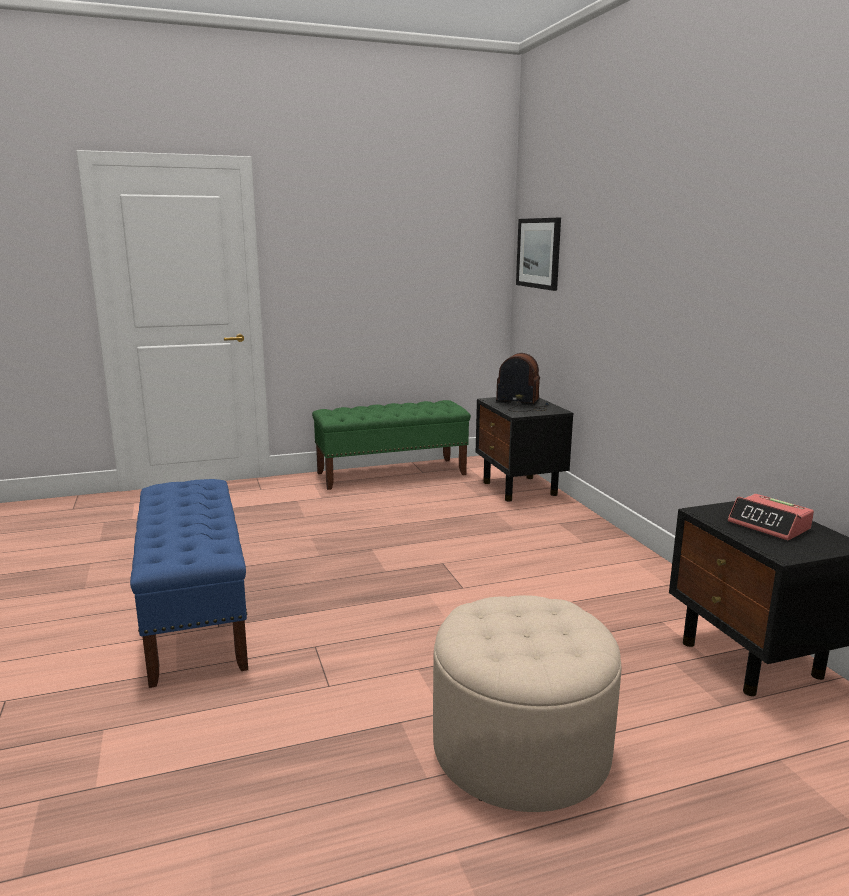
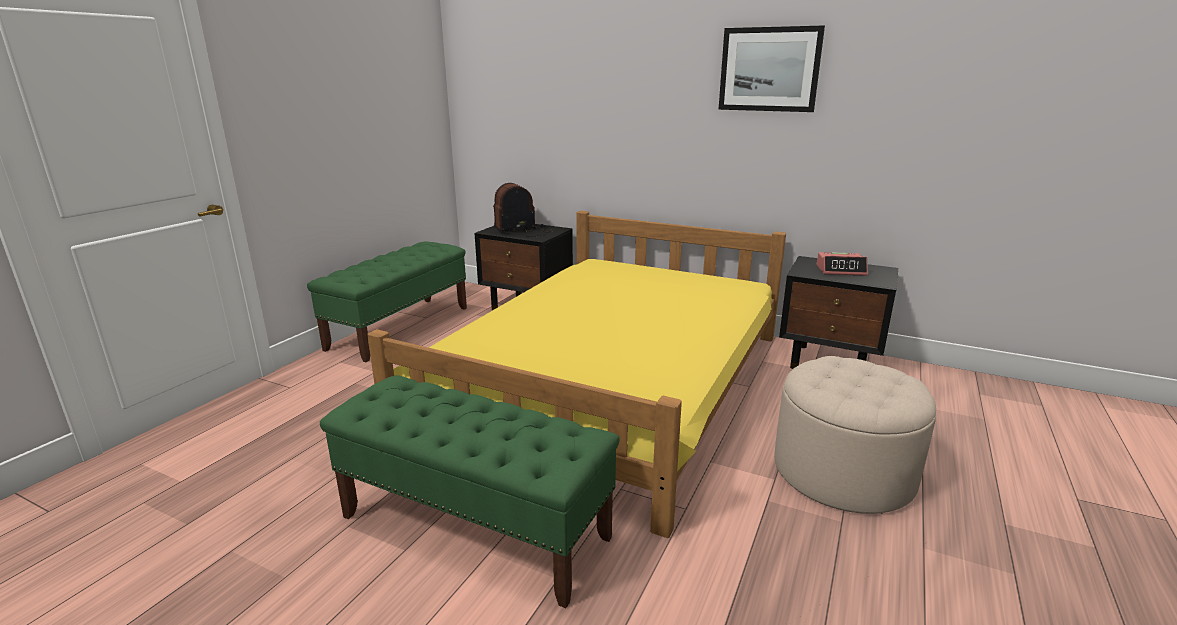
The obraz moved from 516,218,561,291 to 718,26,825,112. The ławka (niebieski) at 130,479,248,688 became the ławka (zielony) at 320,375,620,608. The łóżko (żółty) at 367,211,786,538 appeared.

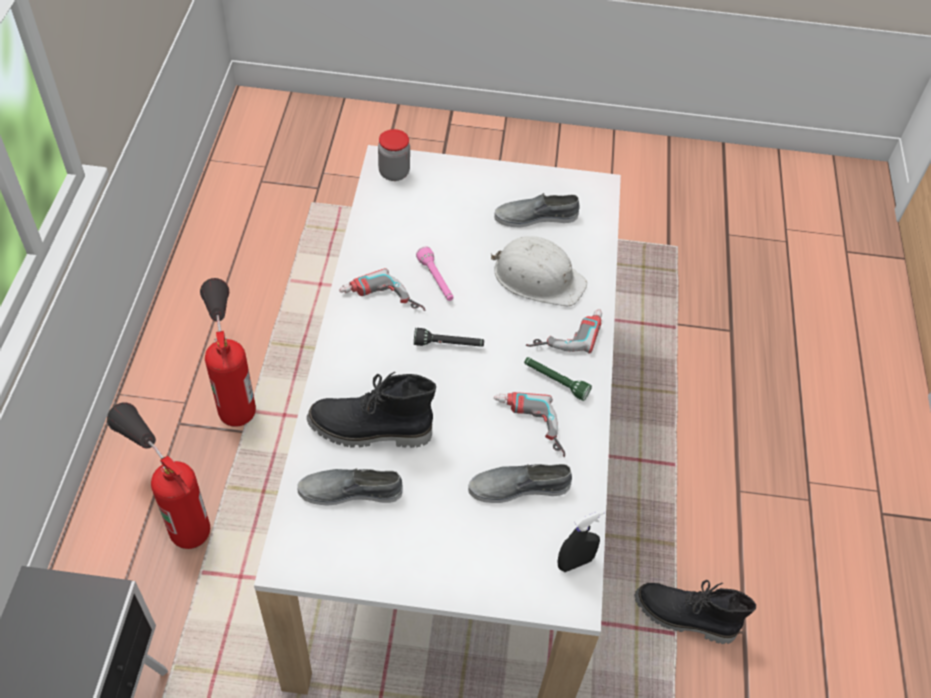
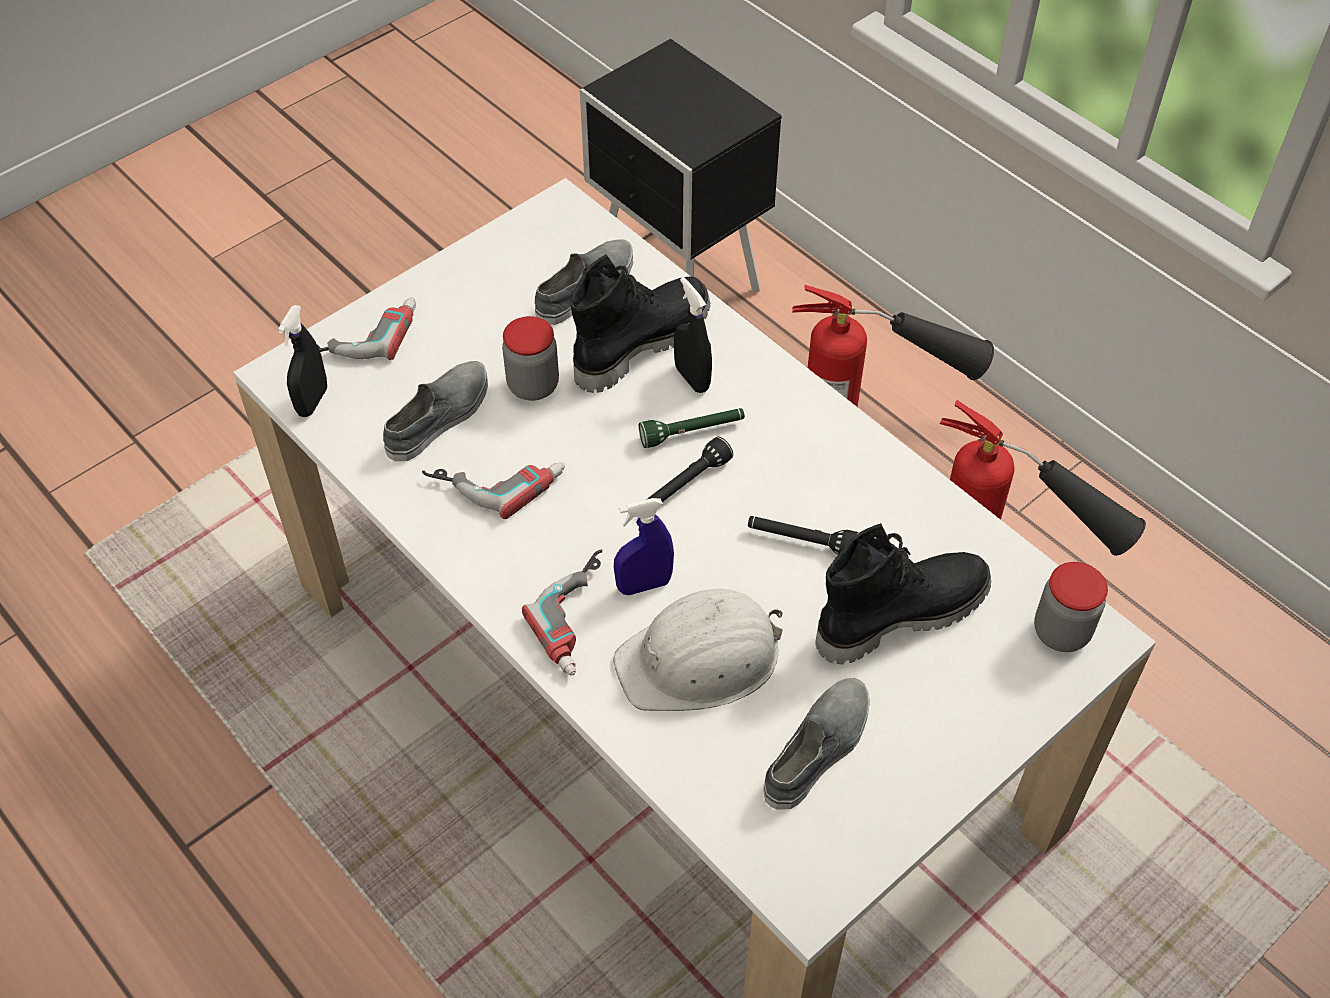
The latarka (różowy) at 416,246,453,301 became the latarka (czarny) at 748,516,858,555. The wiertarka moved from 339,268,426,311 to 317,297,416,360. The latarka (zielony) moved from 524,357,592,401 to 639,408,745,448. The but z cholewką (czarny) moved from 635,580,756,644 to 815,523,991,664. The spryskiwacz (czarny) at 674,277,712,393 appeared. The słoik at 502,316,559,401 appeared. The spryskiwacz (niebieski) at 614,498,674,595 appeared.

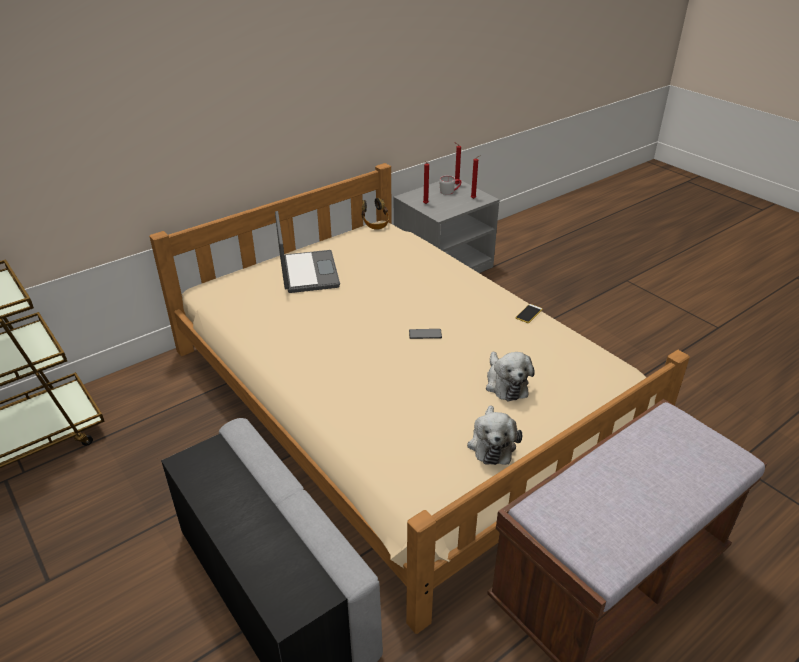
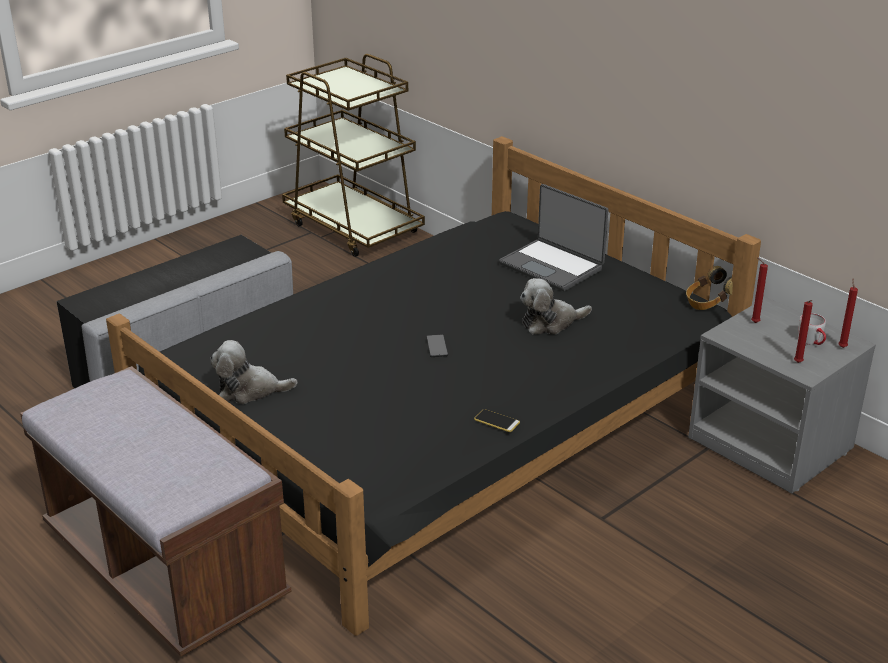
The łóżko (beżowy) at 149,163,690,634 became the łóżko (czarny) at 106,136,761,636. The laptop at 275,211,340,293 turned 60 degrees clockwise. The pluszak moved from 486,352,535,401 to 520,278,592,334.

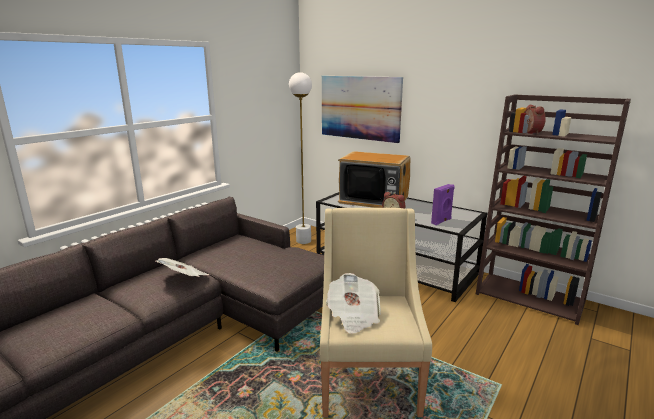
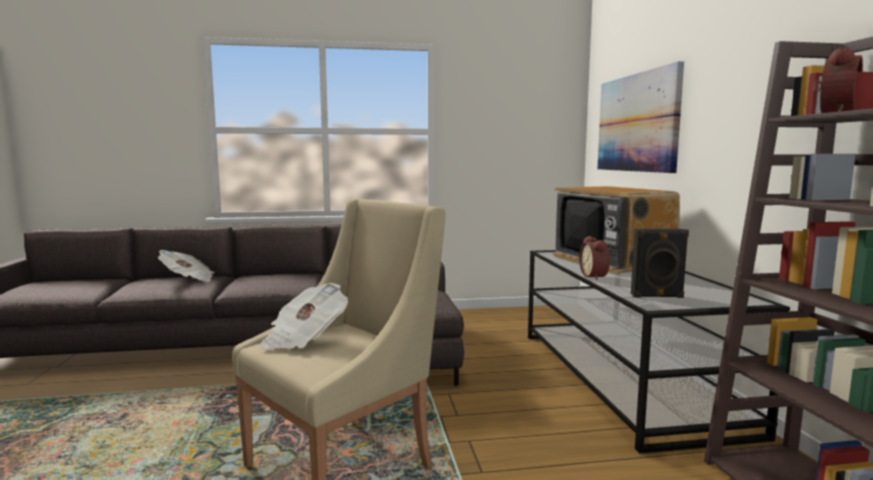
The lampa stojąca (biały) at 289,72,312,244 disappeared. The głośnik (fioletowy) at 431,184,455,225 became the głośnik (czarny) at 631,229,689,298. The gazeta moved from 156,258,209,277 to 158,250,214,282.

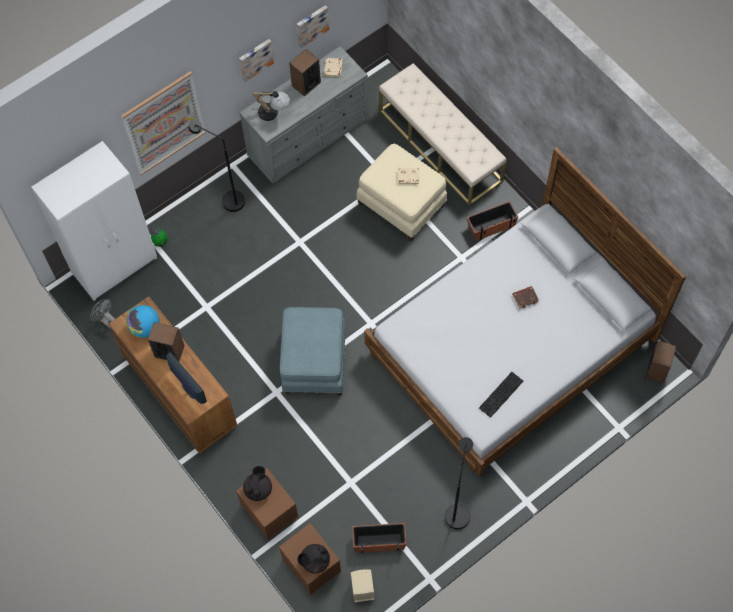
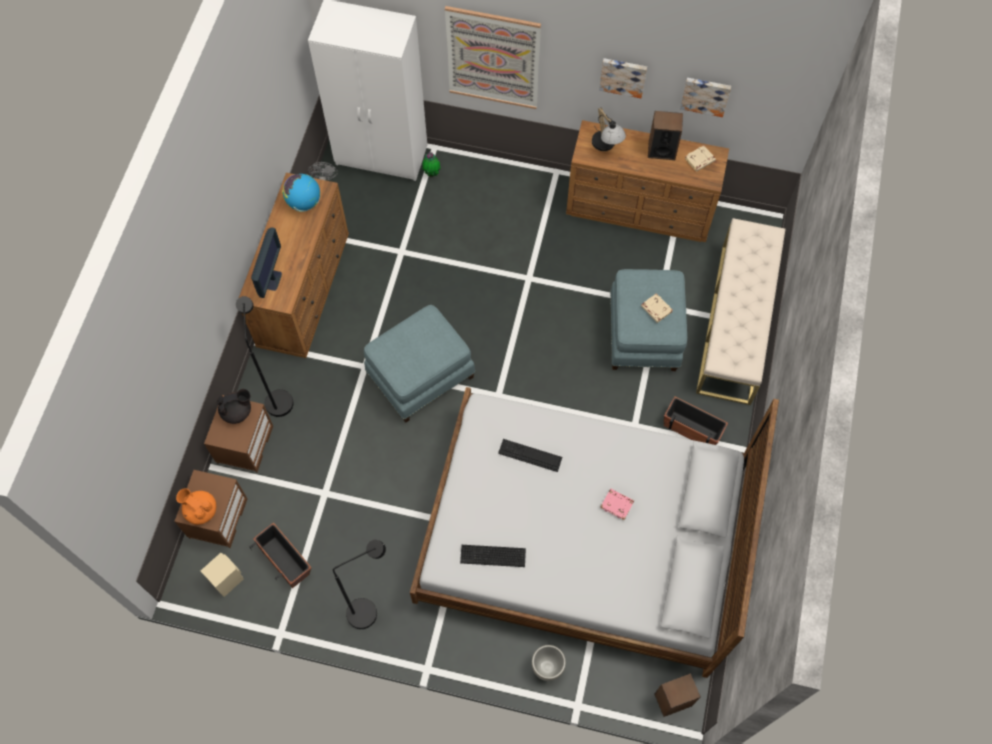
The komoda (szary) at 240,46,369,184 became the komoda (brązowy) at 566,120,729,242. The lampa stojąca (czarny) moved from 188,120,245,212 to 236,296,293,417. The pufa (beżowy) at 356,144,447,241 became the pufa (niebieski) at 610,269,687,371. The książka (brązowy) at 512,286,539,309 became the książka (różowy) at 600,489,634,520. The głośnik at 148,322,185,361 disappeared. The imbryk (czarny) at 297,544,330,574 became the imbryk (pomarańczowy) at 176,488,216,525. The klawiatura at 498,439,562,472 appeared. The donica (szary) at 532,645,566,681 appeared.

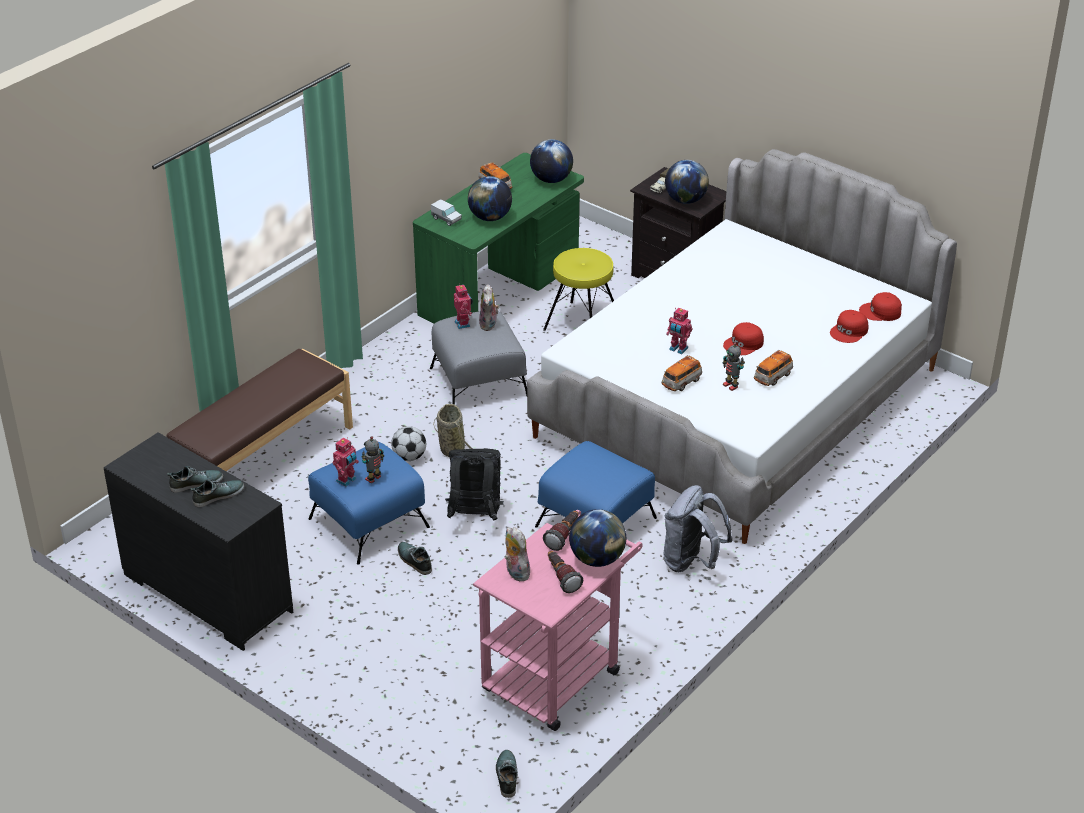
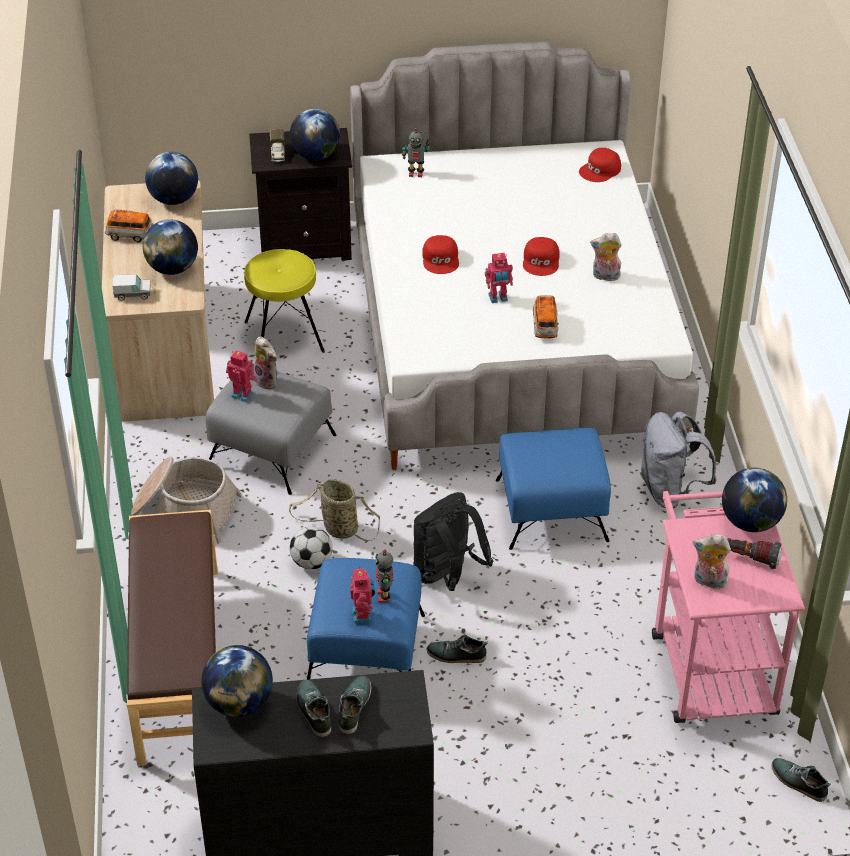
The biurko (zielony) at 413,153,584,324 became the biurko (beżowy) at 102,181,214,422. The czapka z daszkiem (czerwony) moved from 830,310,868,343 to 422,235,459,274. The robot zabawkowy moved from 722,342,745,391 to 402,128,430,177. The samochodzik at 754,350,793,386 was replaced by the pluszak at 590,233,621,281. The but at 167,466,223,493 turned 45 degrees counterclockwise. The latarka at 543,511,579,551 disappeared. The koszyk at 131,456,242,544 appeared. The globus at 201,645,273,717 appeared.

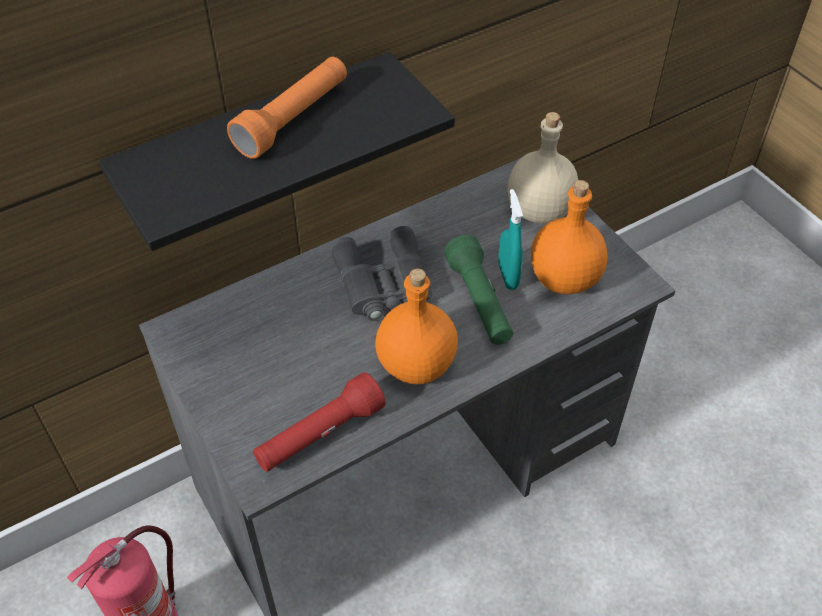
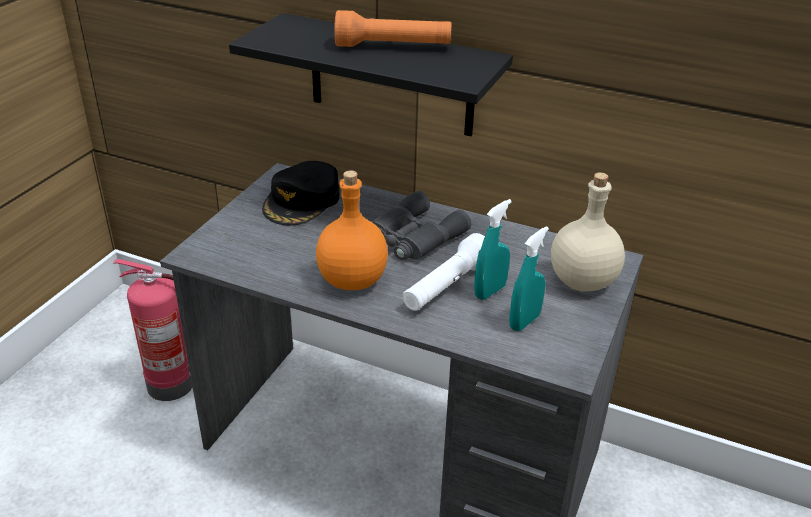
The butelka (pomarańczowy) at 531,180,608,294 was replaced by the spryskiwacz (turkusowy) at 509,226,549,331. The latarka (zielony) at 444,235,513,345 became the latarka (biały) at 403,233,485,311. The latarka (czerwony) at 253,372,385,472 disappeared. The czapka z daszkiem (czarny) at 262,161,340,225 appeared.

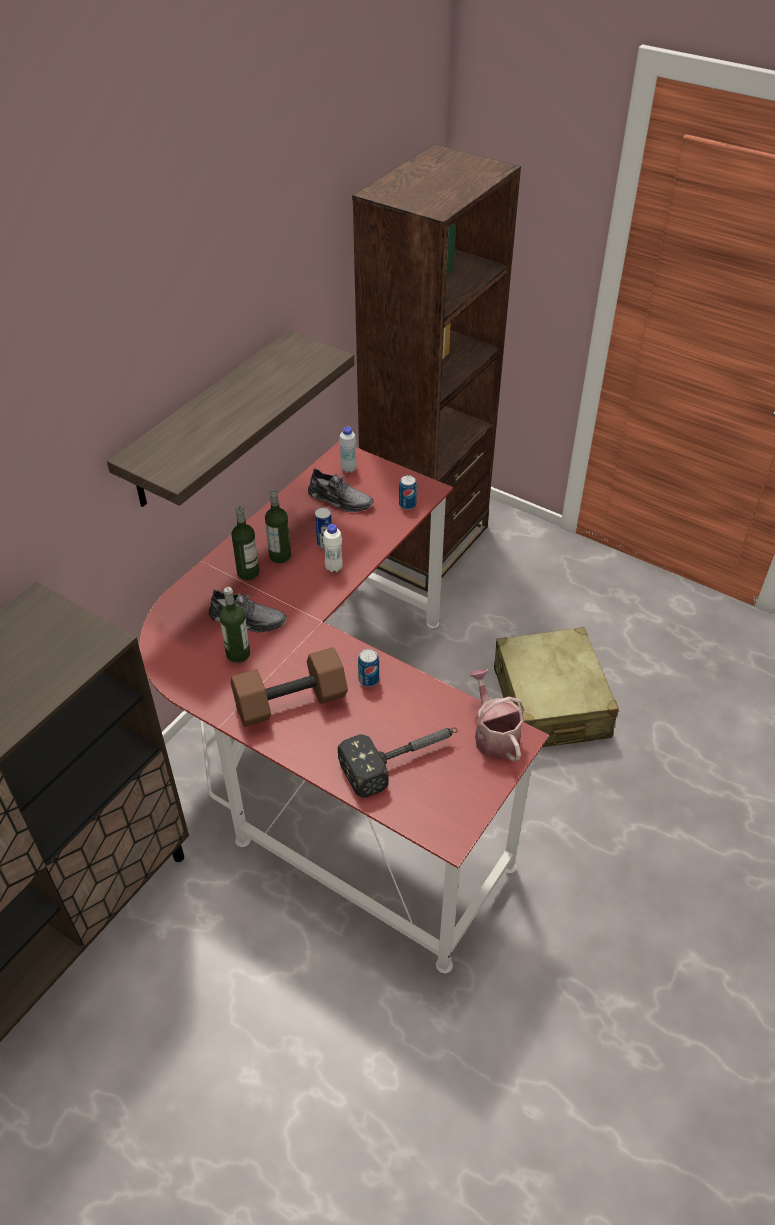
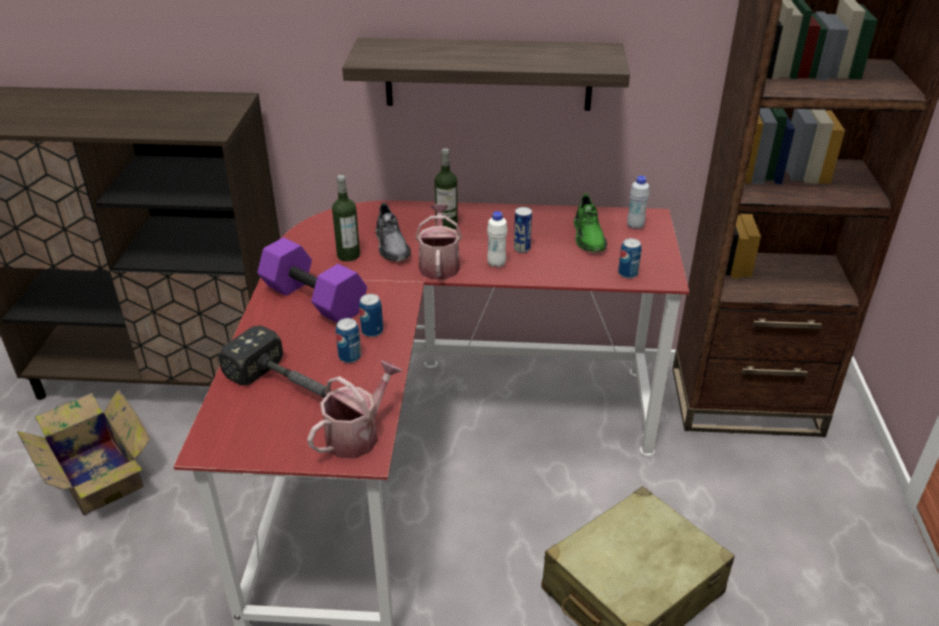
The but (szary) at 308,468,374,512 became the but (zielony) at 574,194,607,252. The butelka at 265,489,291,563 disappeared. The hantel (brązowy) at 231,647,348,727 became the hantel (fioletowy) at 257,238,367,323. The konewka at 415,204,462,280 appeared. The puszka at 336,318,361,363 appeared. The karton at 16,389,151,515 appeared.

